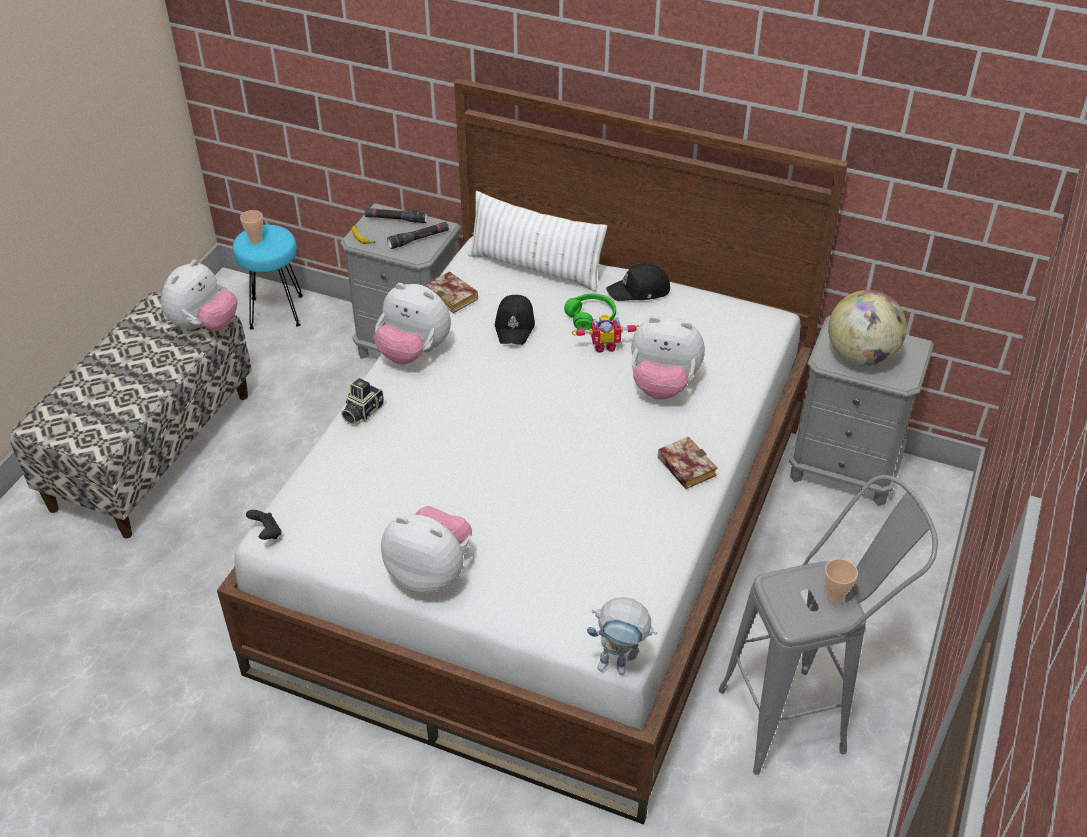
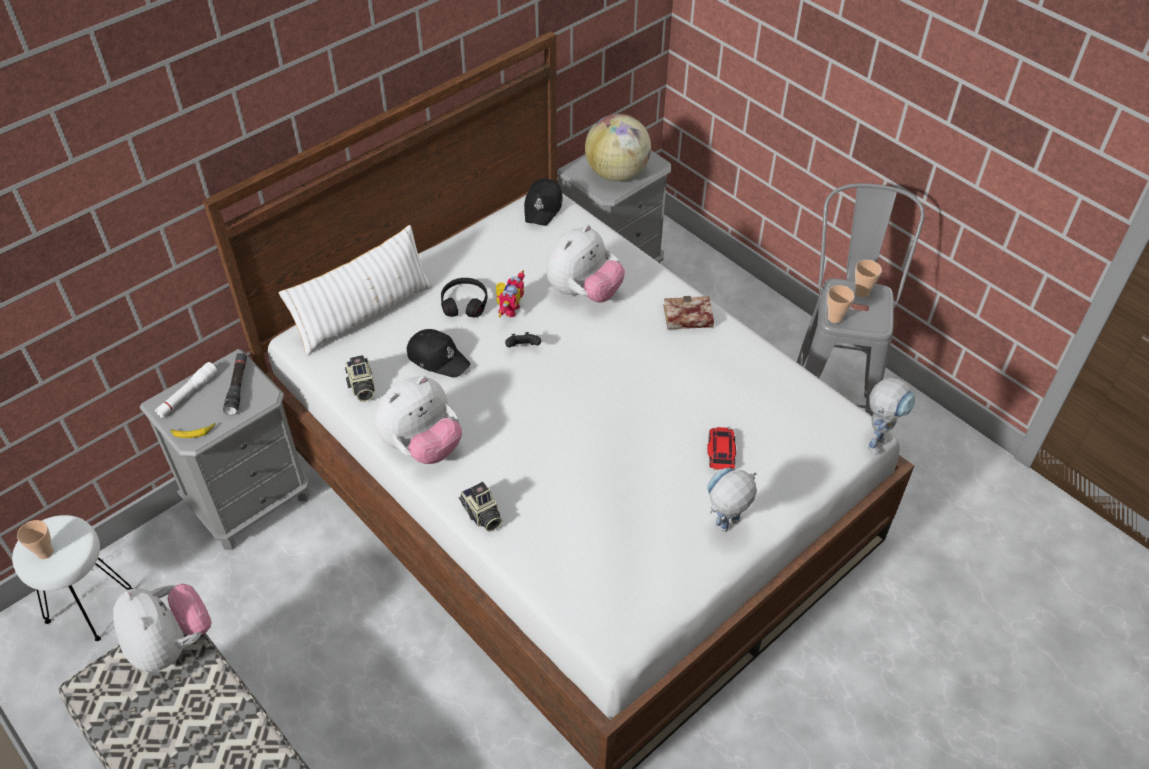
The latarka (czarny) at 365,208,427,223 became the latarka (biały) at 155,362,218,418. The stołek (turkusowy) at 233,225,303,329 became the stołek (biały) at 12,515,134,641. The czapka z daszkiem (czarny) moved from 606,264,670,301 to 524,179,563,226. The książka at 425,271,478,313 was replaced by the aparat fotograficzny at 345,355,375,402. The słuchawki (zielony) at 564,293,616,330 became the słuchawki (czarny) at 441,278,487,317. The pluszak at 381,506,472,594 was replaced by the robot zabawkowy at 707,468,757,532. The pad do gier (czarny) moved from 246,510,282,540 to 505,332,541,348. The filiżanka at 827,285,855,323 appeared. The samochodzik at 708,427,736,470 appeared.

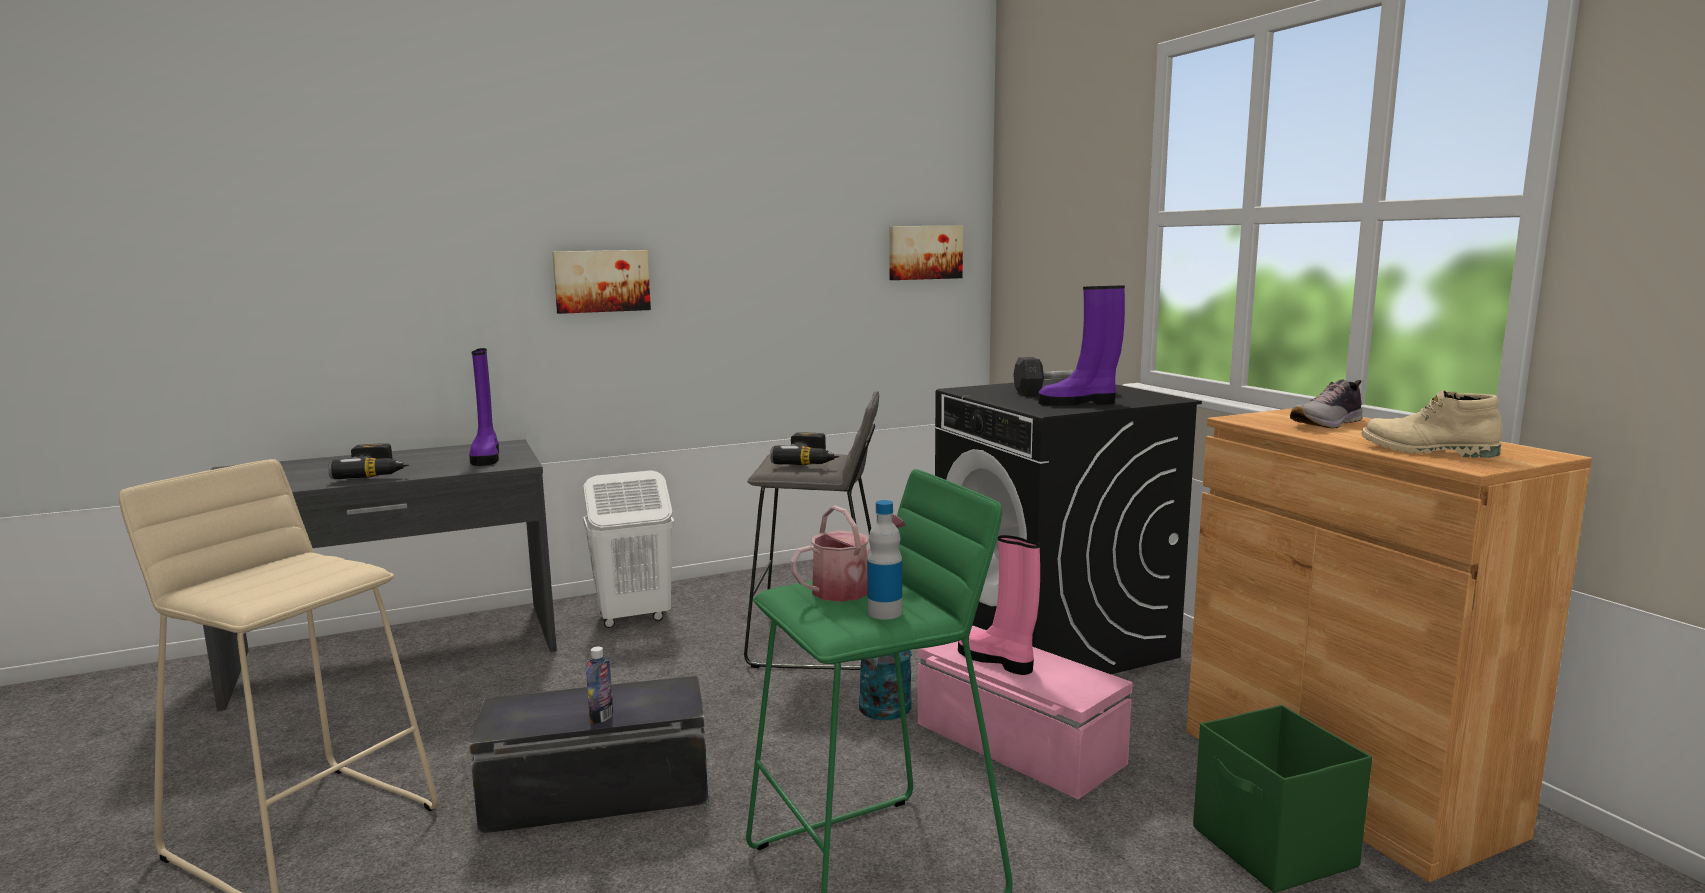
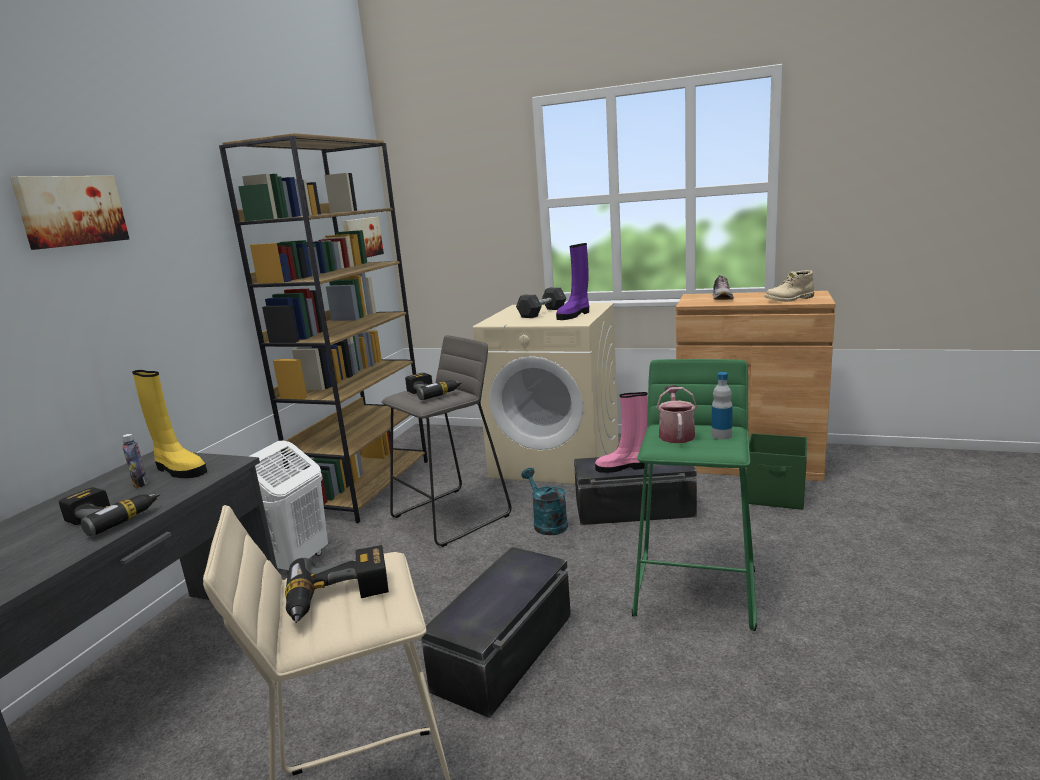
The obraz moved from 552,250,651,314 to 10,176,129,250. The but z cholewką (fioletowy) at 469,348,499,466 became the but z cholewką (żółty) at 132,370,207,478. The pralka (czarny) at 935,379,1202,674 became the pralka (beżowy) at 473,303,619,484. The pojemnik do przechowywania (różowy) at 918,625,1132,799 became the pojemnik do przechowywania (czarny) at 574,457,697,525. The butelka moved from 586,647,613,724 to 122,434,148,488. The regał (brązowy) at 219,133,428,523 appeared. The wiertarka at 285,545,389,623 appeared.

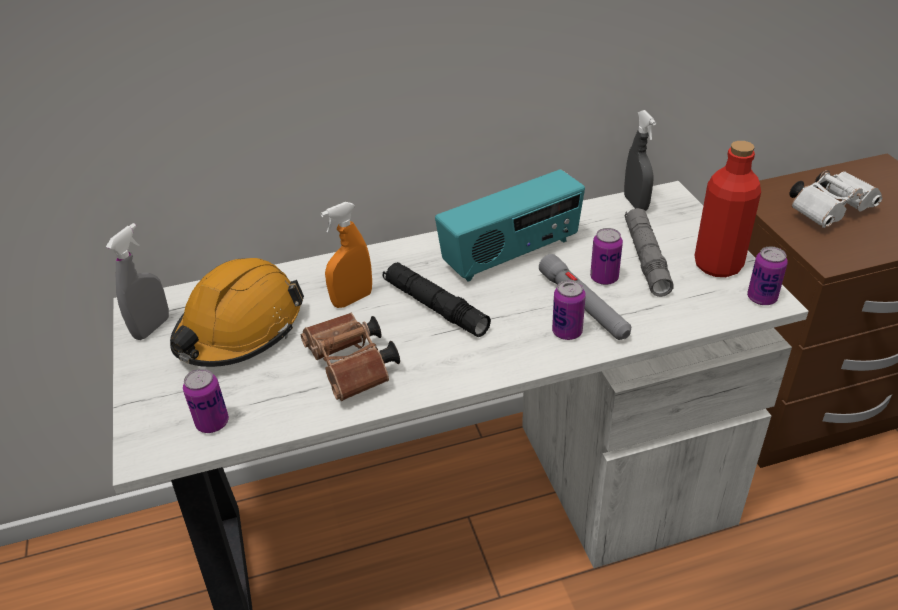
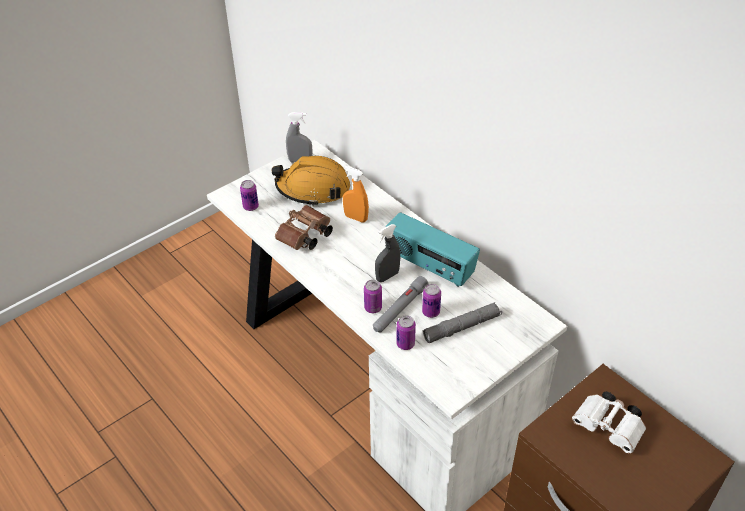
The spryskiwacz (szary) moved from 624,110,656,211 to 375,224,400,282. The butelka (czerwony) at 695,141,761,277 disappeared. The puszka moved from 747,247,788,305 to 396,315,416,350. The latarka (czarny) at 383,262,491,337 disappeared.

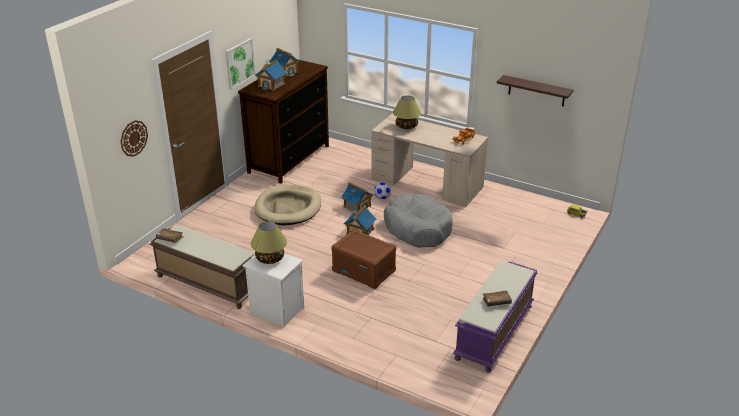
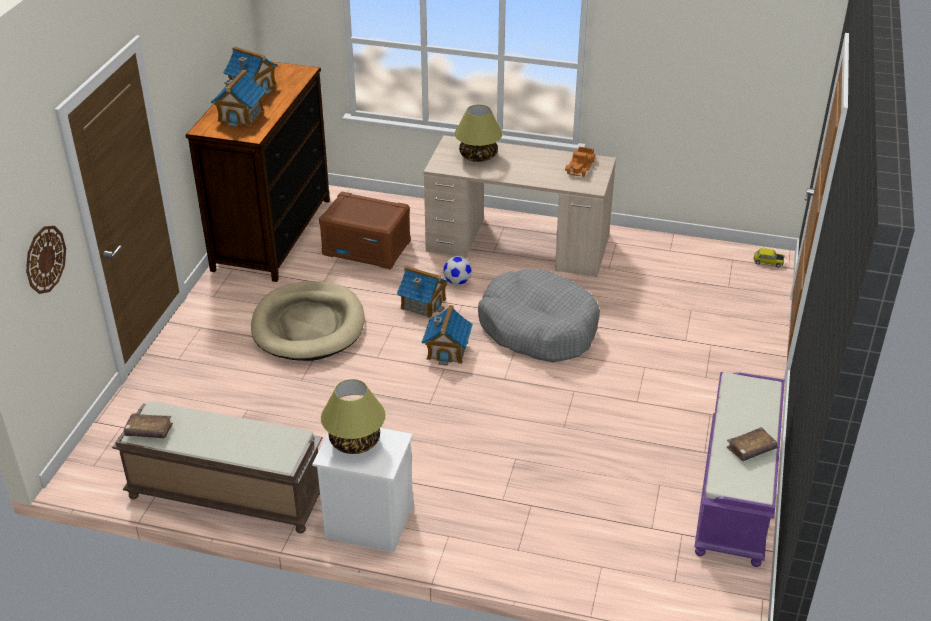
The obraz at 225,38,256,90 disappeared. The półka at 497,75,573,106 disappeared. The pojemnik do przechowywania (brązowy) moved from 331,229,396,289 to 319,192,411,269.

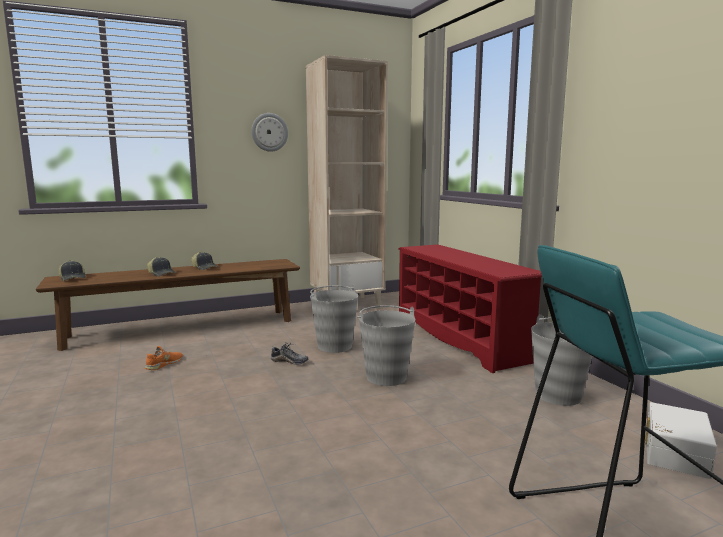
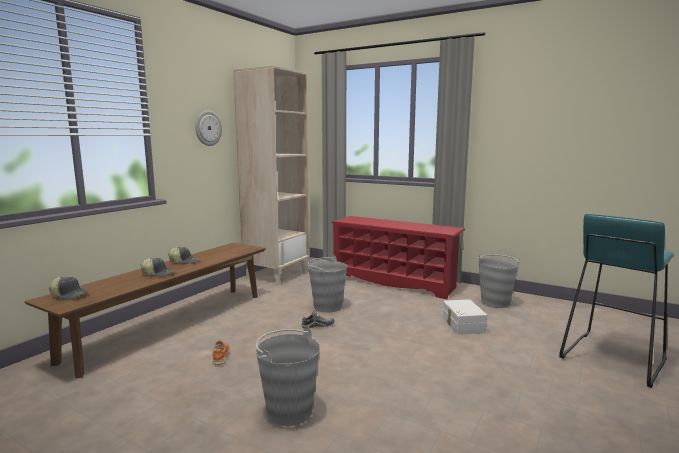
The wiadro (szary) moved from 357,305,416,386 to 256,327,320,426. The pojemnik do przechowywania (biały) moved from 645,402,717,479 to 443,299,487,335.

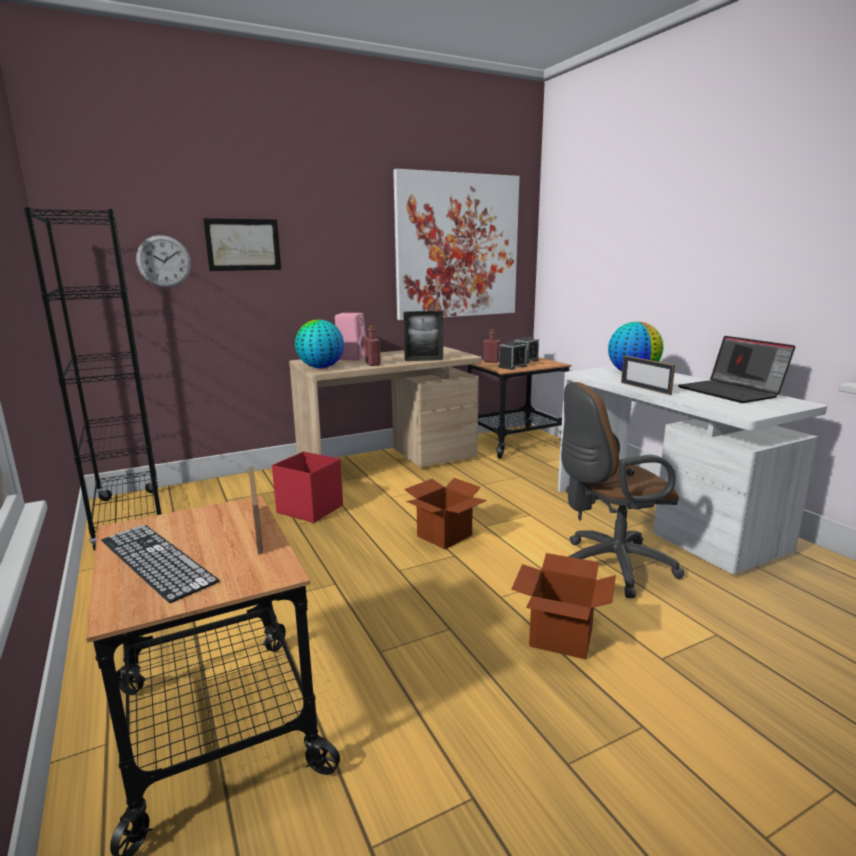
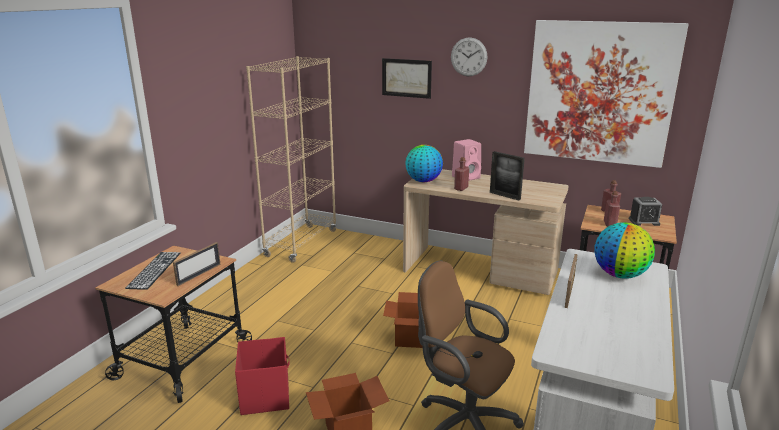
The regał (czarny) at 24,207,162,551 became the regał (beżowy) at 246,56,337,263. The zegar ścienny moved from 136,235,191,288 to 451,37,487,76. The laptop at 678,336,795,403 disappeared. The budzik at 498,342,527,370 was replaced by the butelka (czerwony) at 604,191,620,227. The pojemnik do przechowywania (czerwony) moved from 272,451,343,523 to 235,337,290,415.

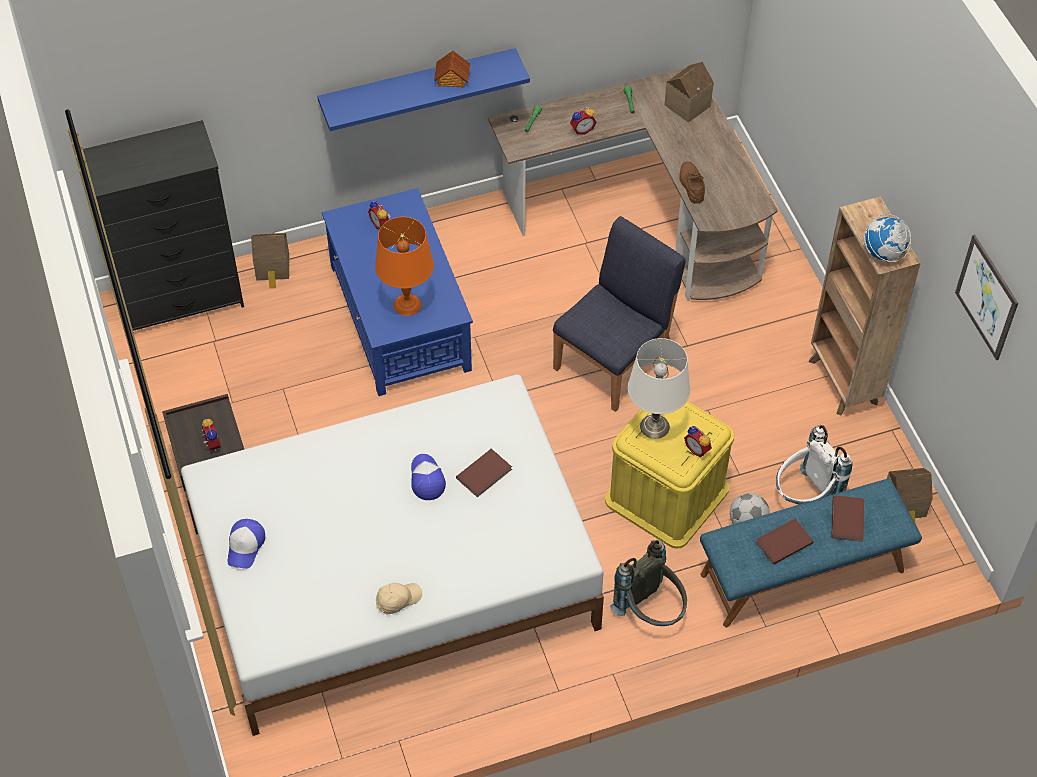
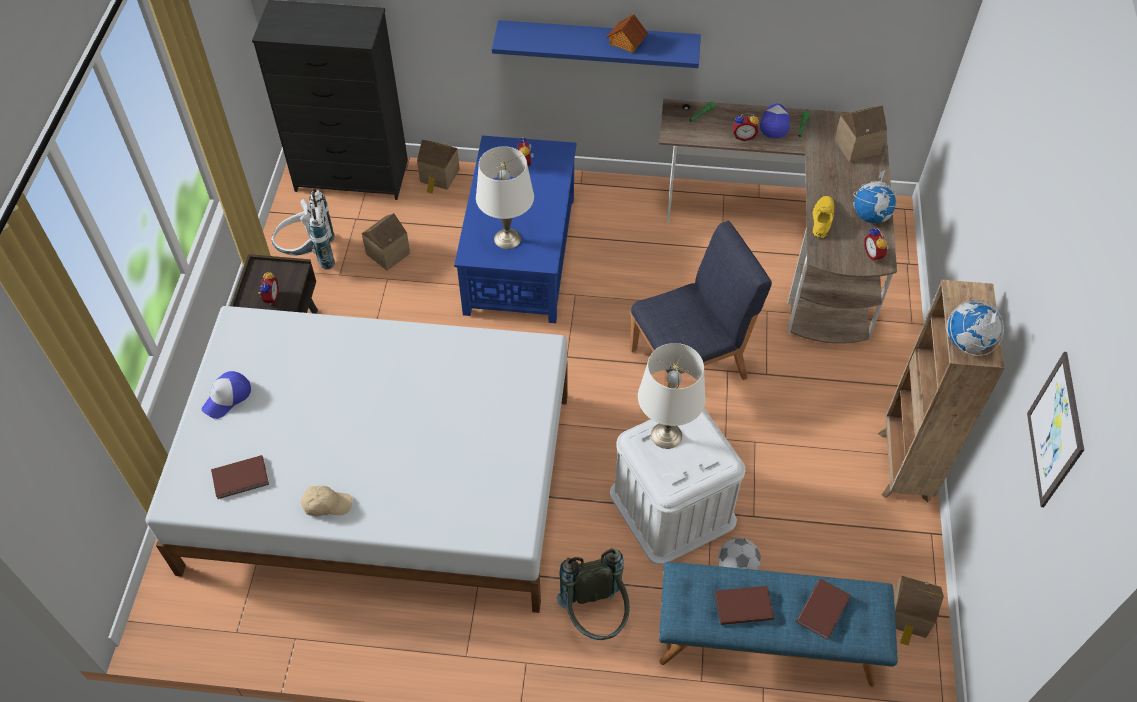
The but (brązowy) at 679,162,705,204 became the but (żółty) at 812,196,834,238. The lampa stołowa (pomarańczowy) at 375,217,434,316 became the lampa stołowa (biały) at 476,146,534,249. The pojemnik do przechowywania (żółty) at 605,401,734,549 became the pojemnik do przechowywania (biały) at 610,408,746,565. The plecak (biały) moved from 776,425,852,505 to 271,189,335,269. The budzik moved from 684,426,712,457 to 864,228,889,262. The książka (brązowy) moved from 456,449,512,498 to 211,455,269,499. The czapka z daszkiem moved from 411,454,446,500 to 760,103,790,139. The globus at 853,170,899,223 appeared. The domek at 362,213,410,270 appeared.

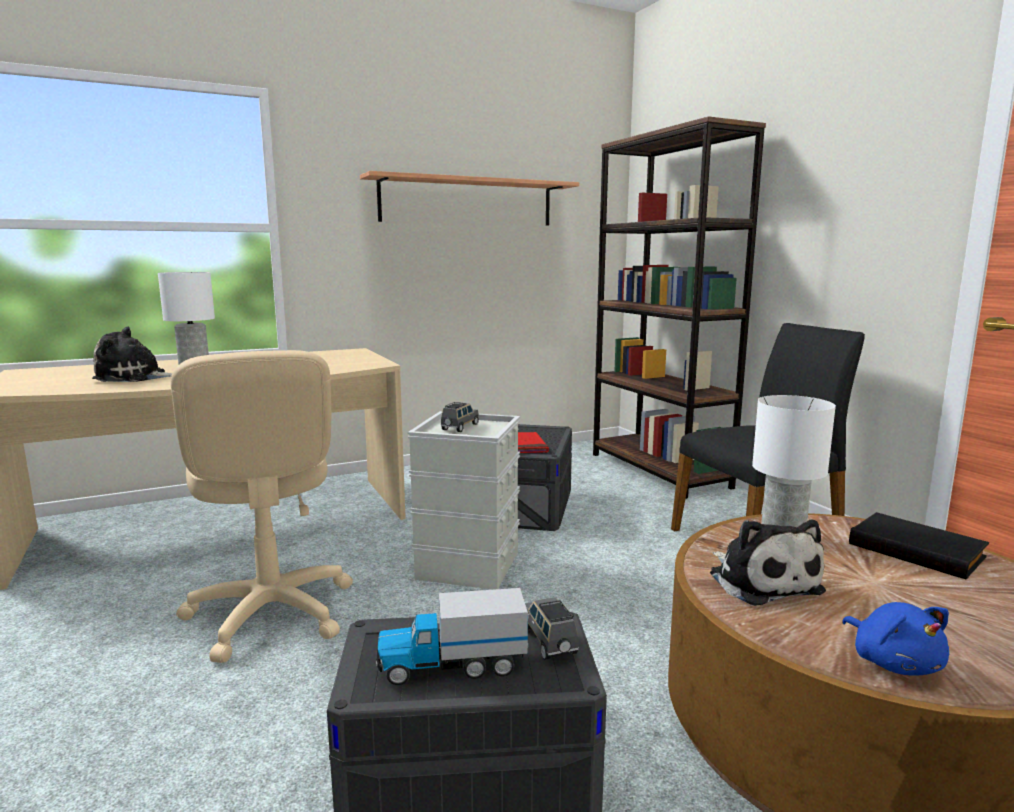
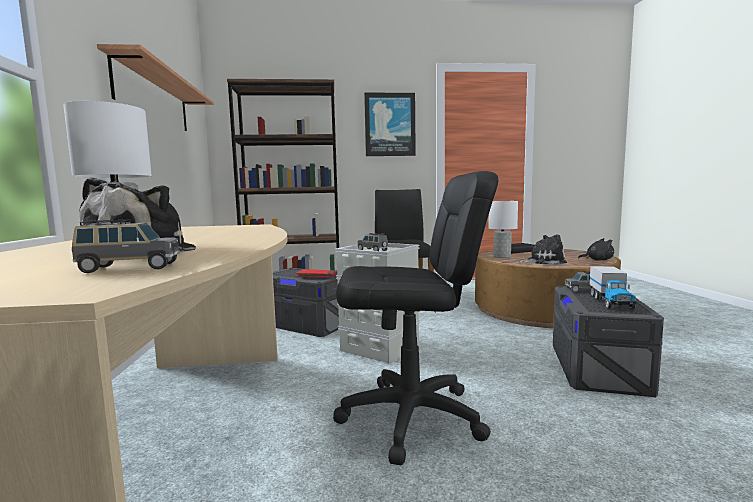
The krzesło biurowe (beżowy) at 171,350,353,663 became the krzesło biurowe (czarny) at 333,171,498,465. The pluszak (niebieski) at 842,602,949,676 became the pluszak (czarny) at 578,238,614,261. The obraz at 364,93,416,156 appeared. The samochodzik (szary) at 72,220,179,273 appeared.

